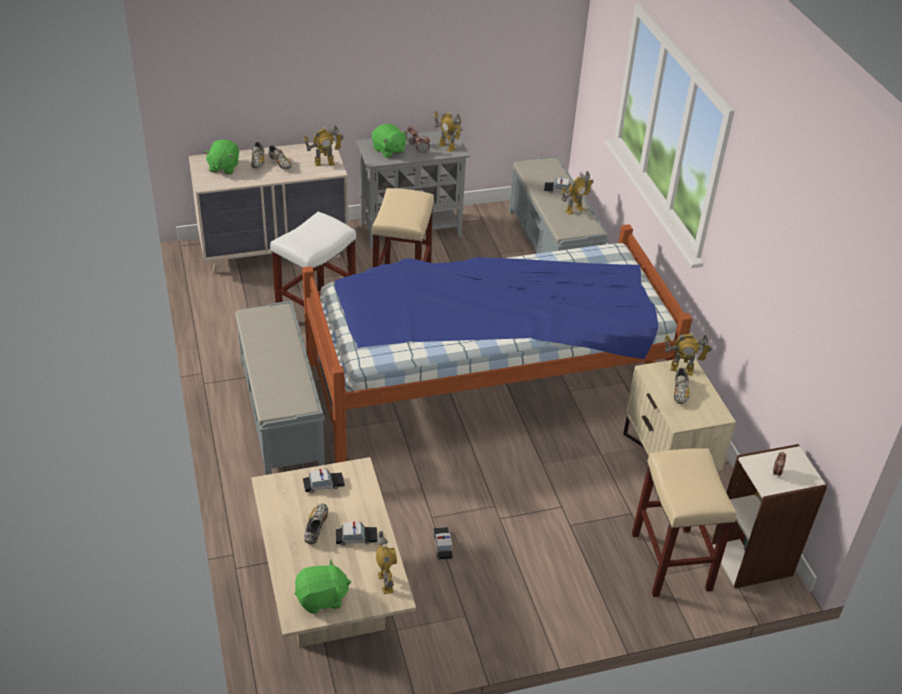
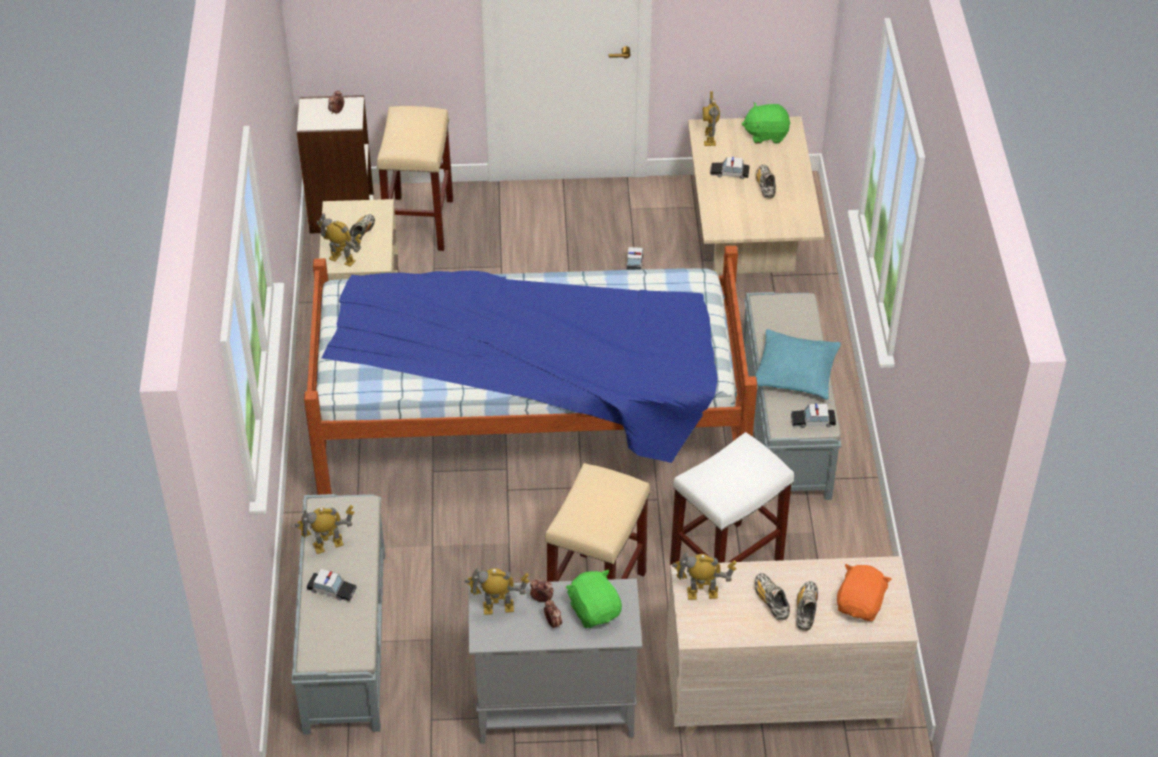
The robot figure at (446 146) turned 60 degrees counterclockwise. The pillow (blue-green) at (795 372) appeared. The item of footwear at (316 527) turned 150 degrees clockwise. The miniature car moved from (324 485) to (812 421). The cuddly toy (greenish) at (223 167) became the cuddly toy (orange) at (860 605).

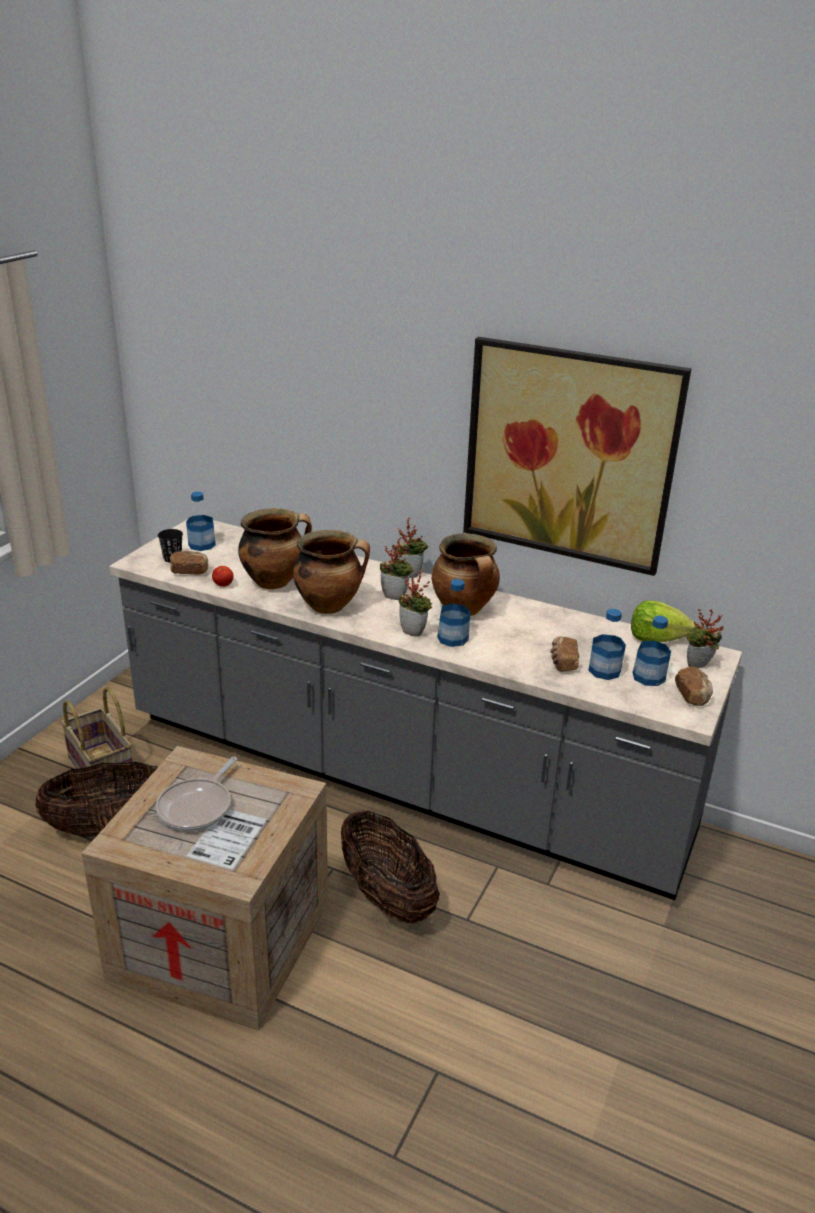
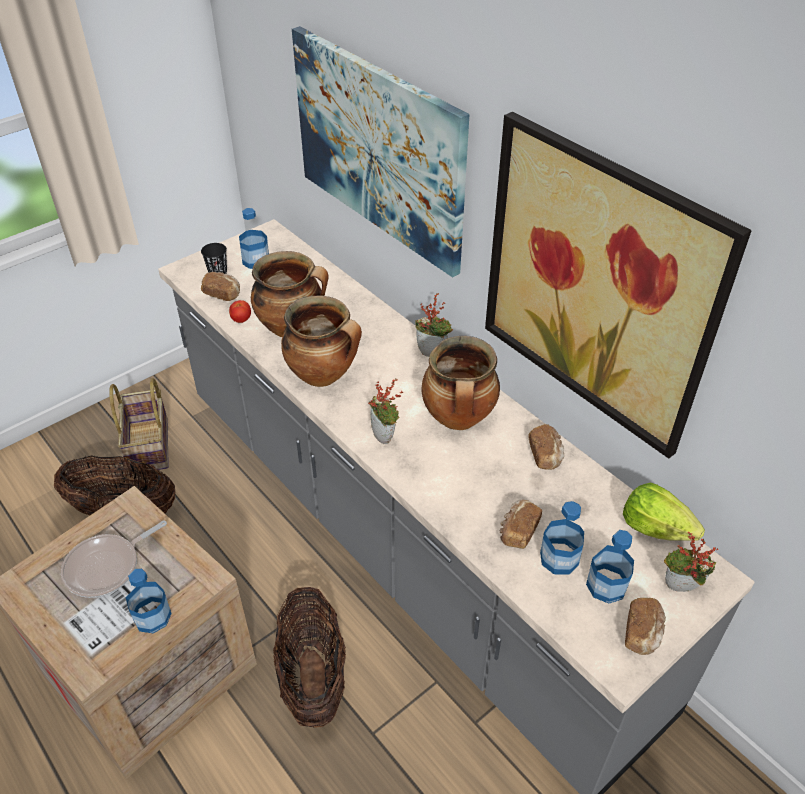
The bottle moved from (452 638) to (152 617). The wall art at (379 148) appeared. The bakery bread at (545 455) appeared. The potted plant at (396 596) disappeared.

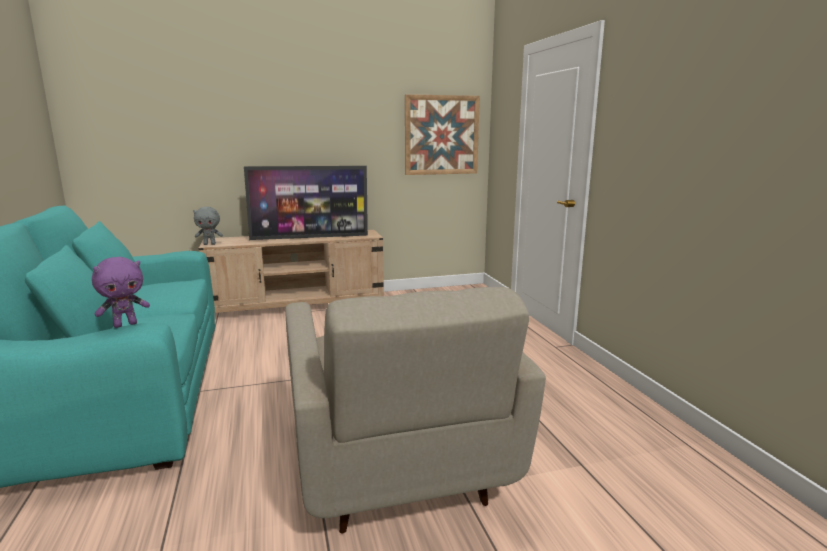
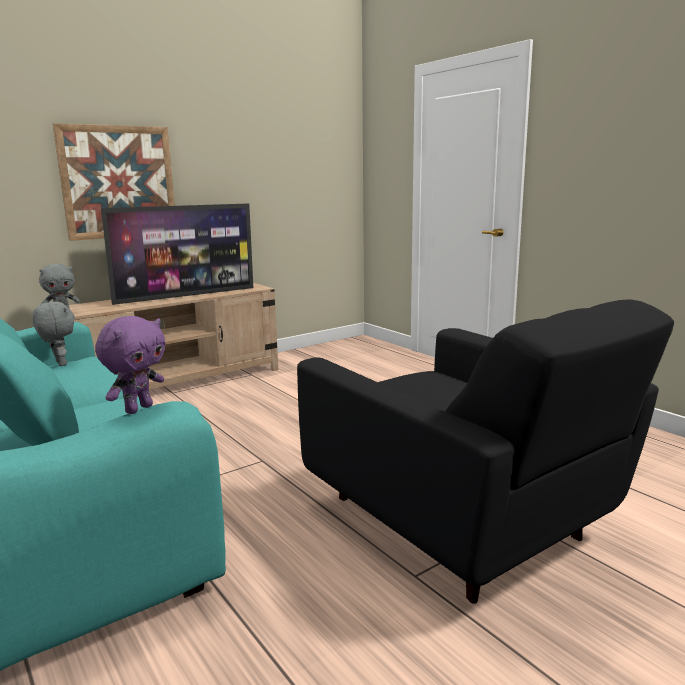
The cuddly toy (grey) at (59 364) appeared. The wall art moved from (441 135) to (118 182). The lounge chair (beige) at (397 467) became the lounge chair (black) at (463 527).

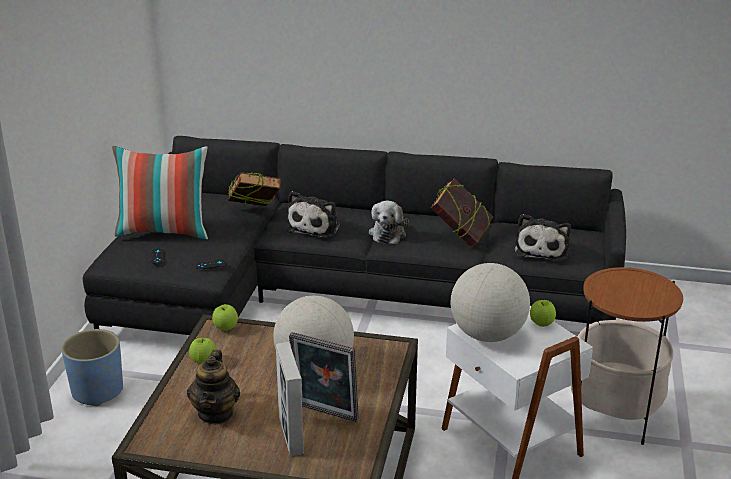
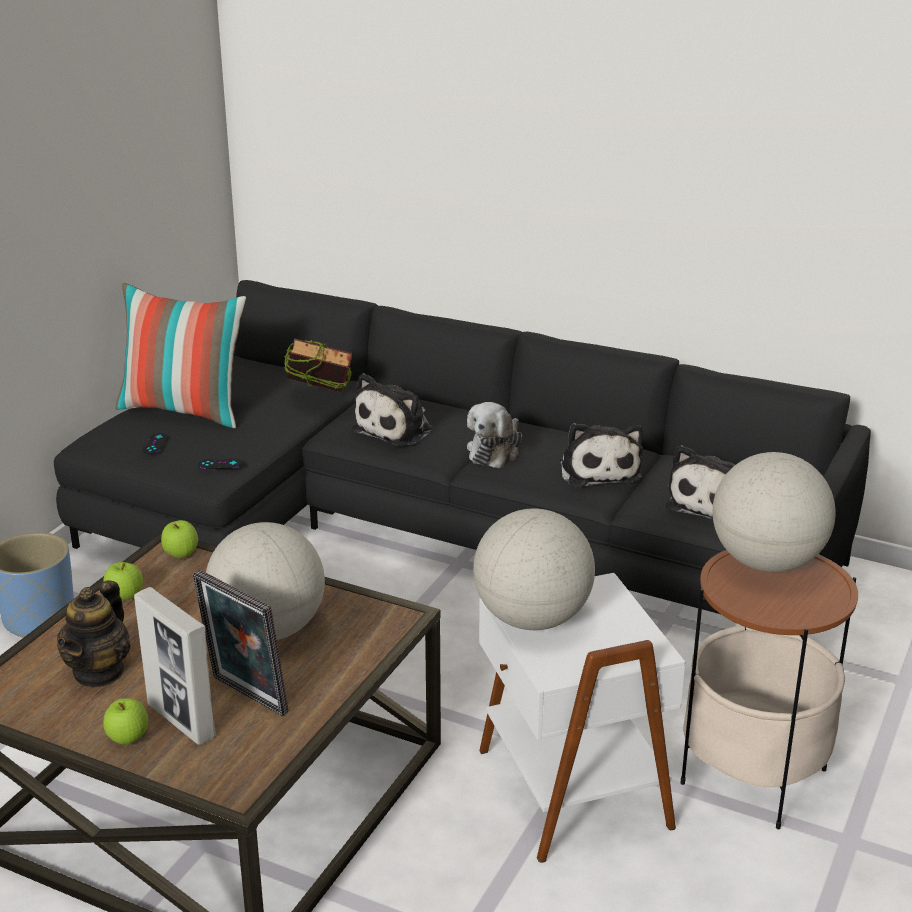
The whole apple moved from (541 324) to (128 738). The photo frame at (291 436) turned 45 degrees counterclockwise. The bound book at (460 237) was replaced by the cuddly toy at (598 470). The world globe at (766 562) appeared.

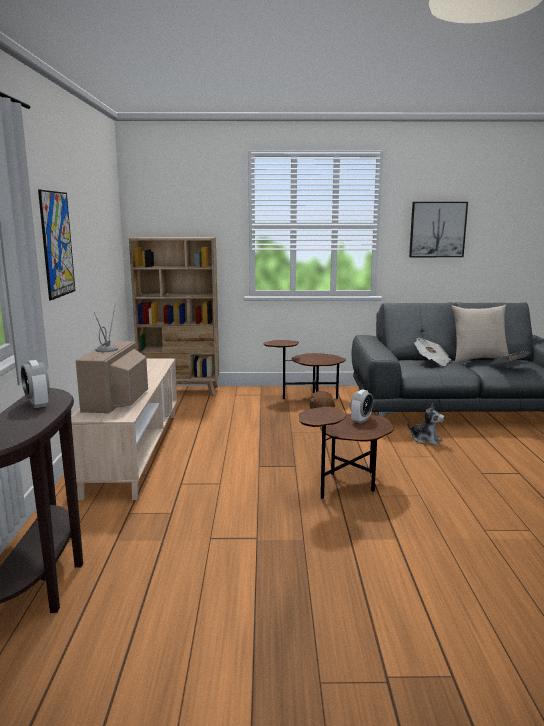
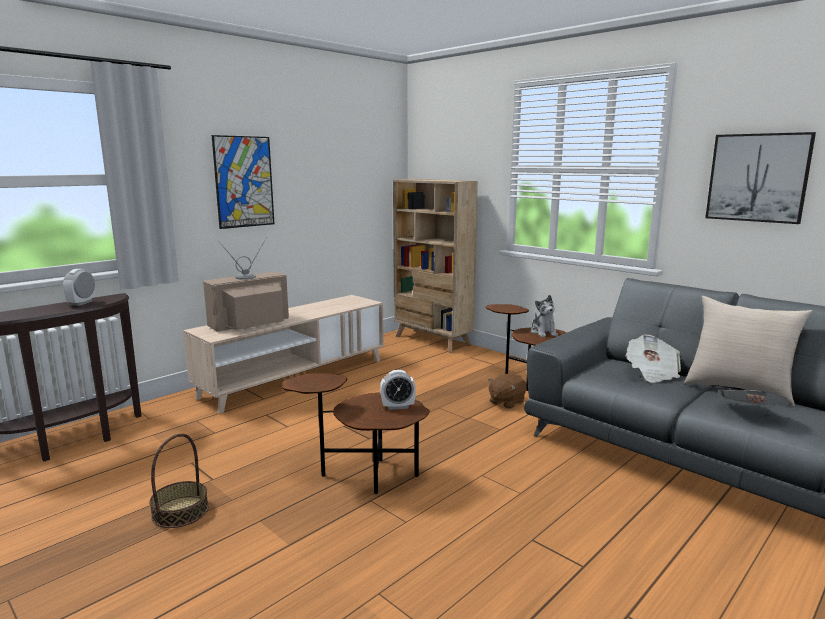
The storage basket at (180 511) appeared. The cuddly toy moved from (425 440) to (543 332).

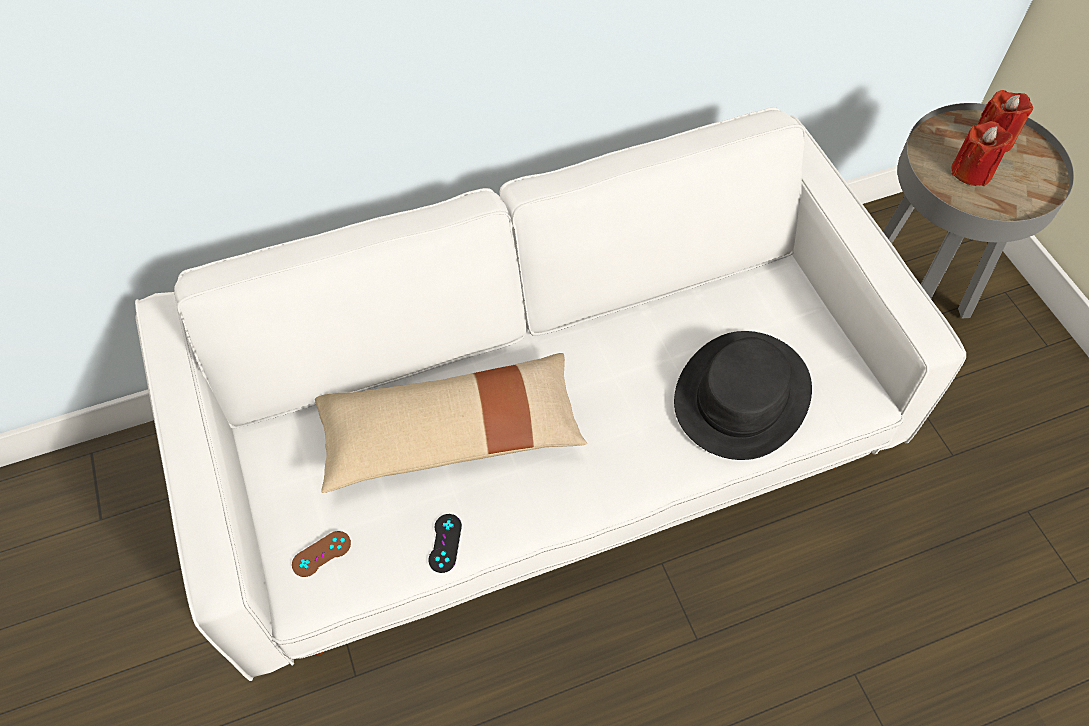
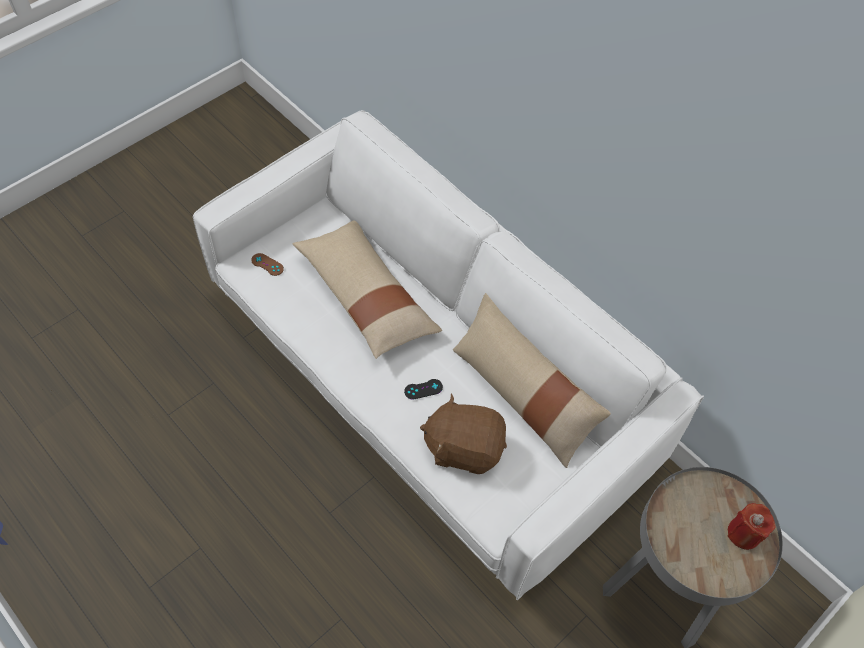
The game controller (black) moved from (445 543) to (423 389). The clothing hat (black) at (742 396) was replaced by the cuddly toy (brown) at (464 447). The pillow (beige) at (522 396) appeared. The candle (red) at (971 171) disappeared.

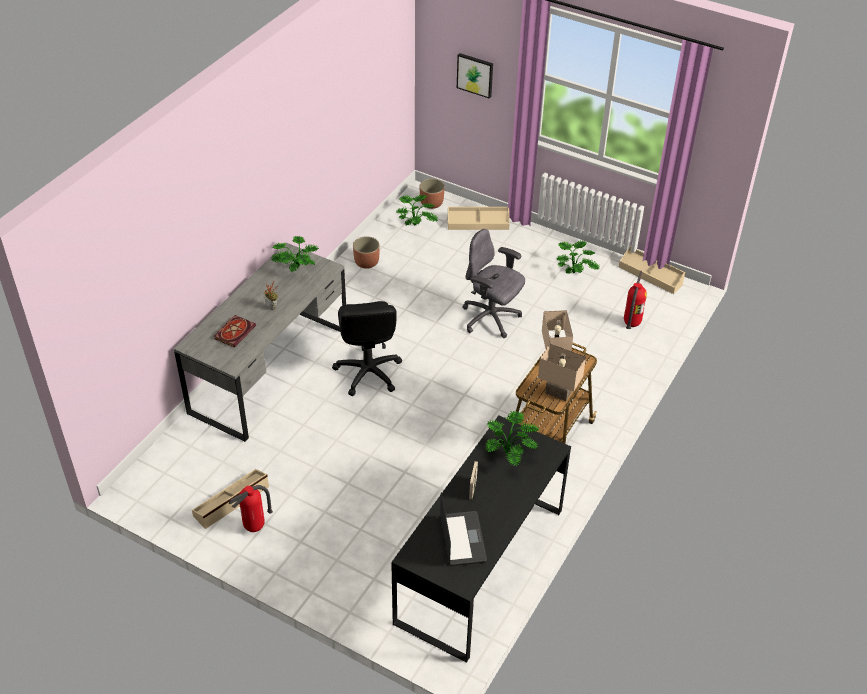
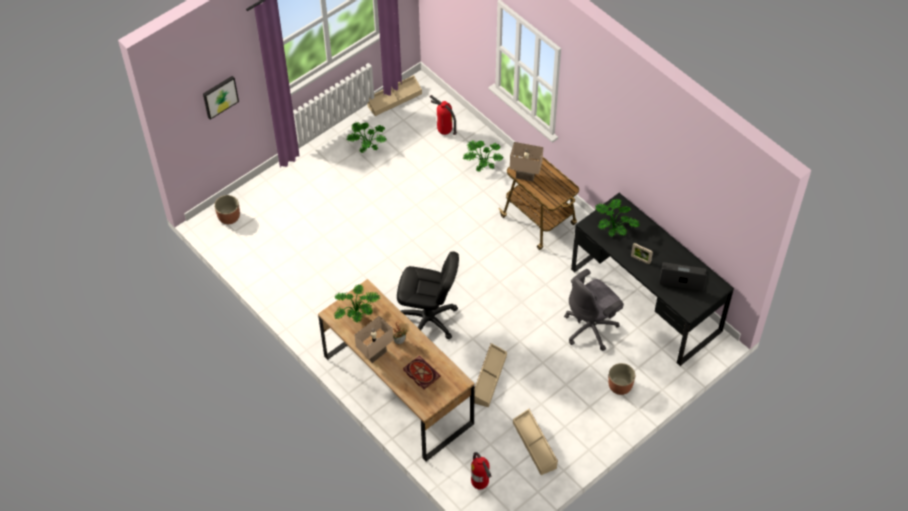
The desk (grey) at (270 371) became the desk (brown) at (398 389). The tabletop lamp (beige) moved from (557 393) to (376 354). The potted plant moved from (416 224) to (482 164). The fire extinguisher moved from (254 528) to (480 484). The storage box (beige) moved from (478 224) to (488 378). The desk chair (grey) moved from (491 319) to (591 328). The flower pot moved from (366 262) to (620 386).

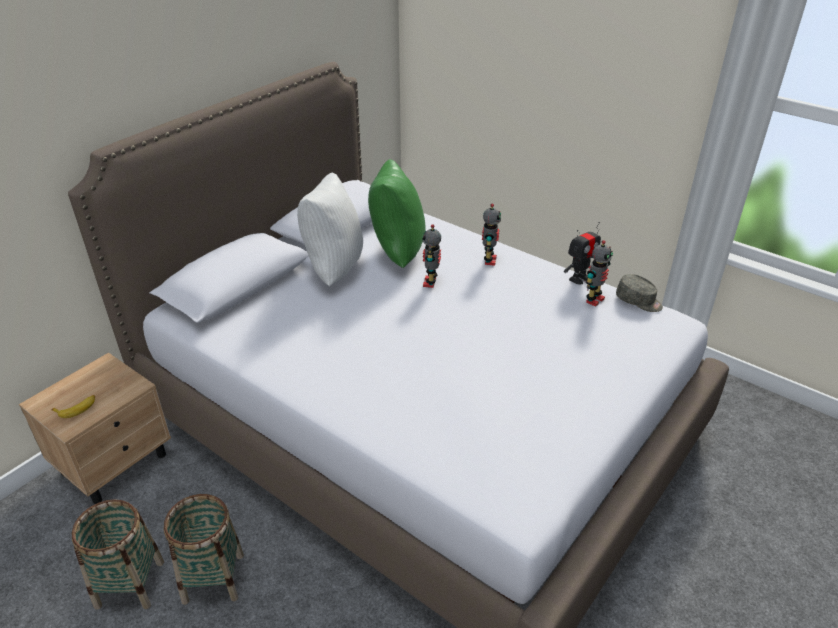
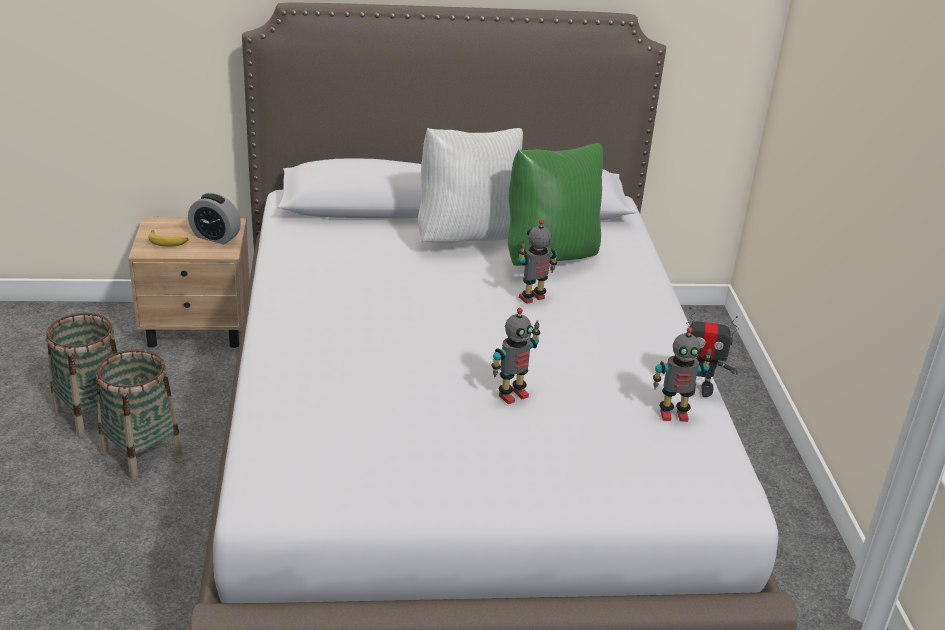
The bedside clock at (215 237) appeared. The robot figure moved from (489 260) to (512 395). The peaked cap (grey) at (638 301) disappeared.

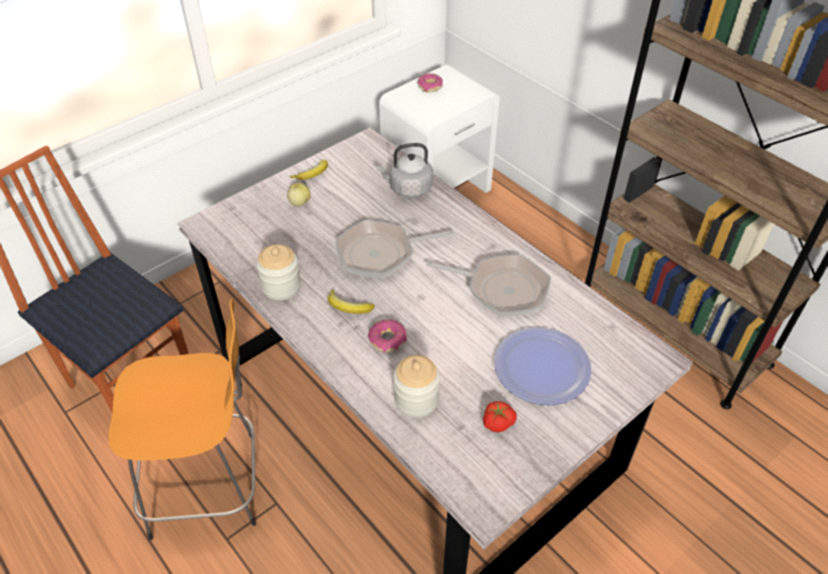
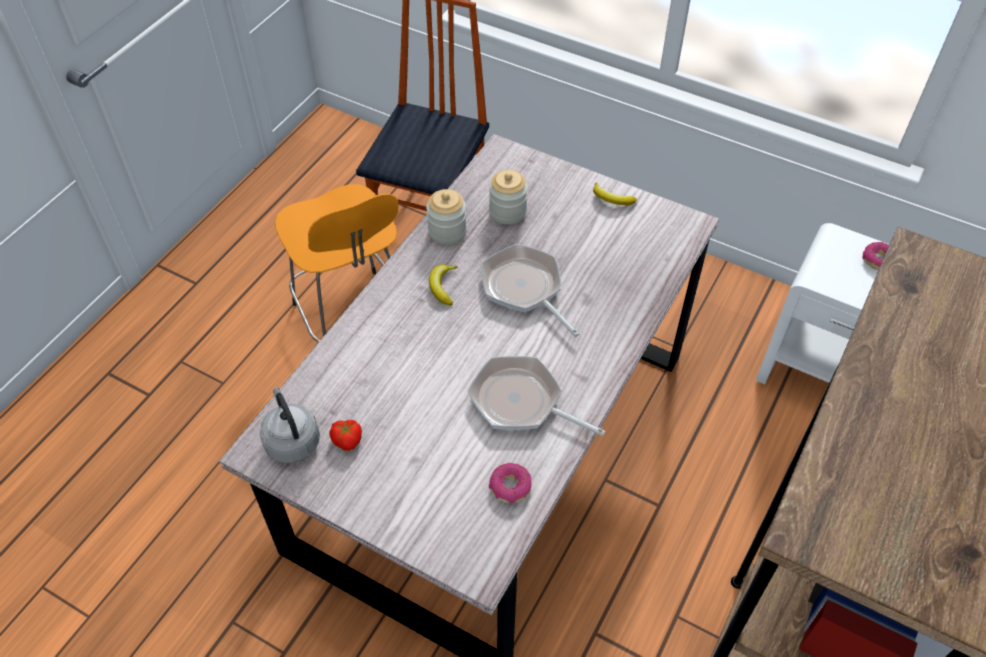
The tea kettle (grey) moved from (408 188) to (292 440). The skillet at (502 289) turned 120 degrees clockwise. The preserve jar moved from (416 400) to (507 211). The donut moved from (387 340) to (510 487). The whole apple at (299 203) disappeared. The plate at (542 367) disappeared.

